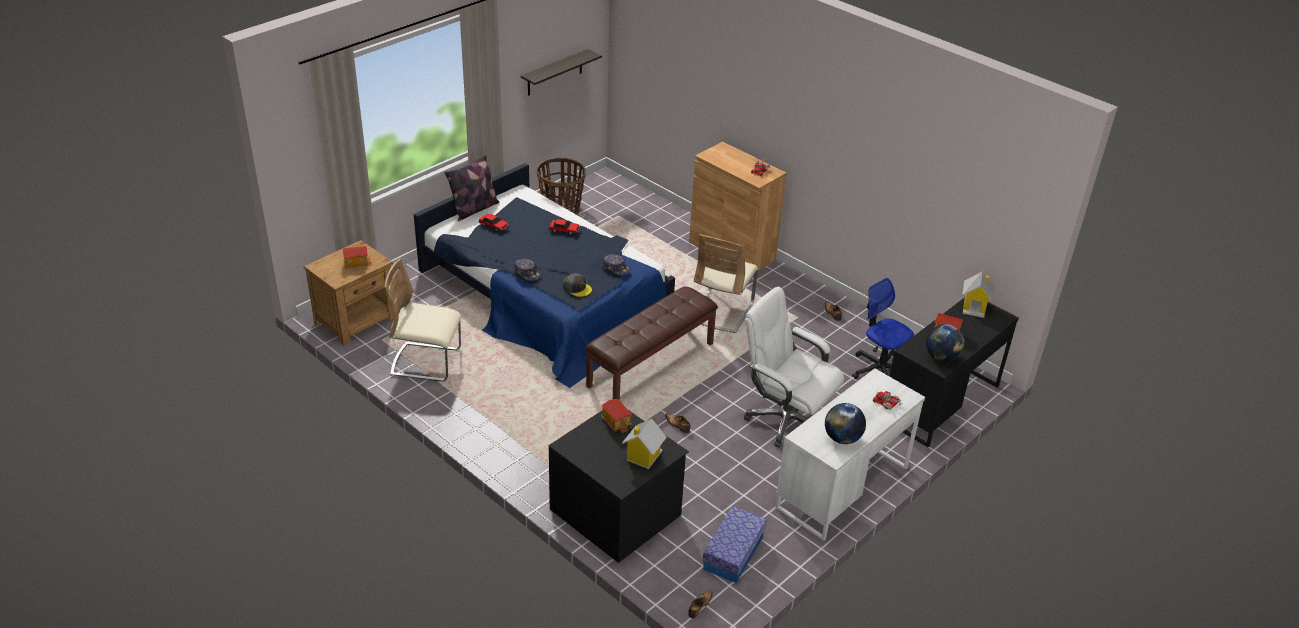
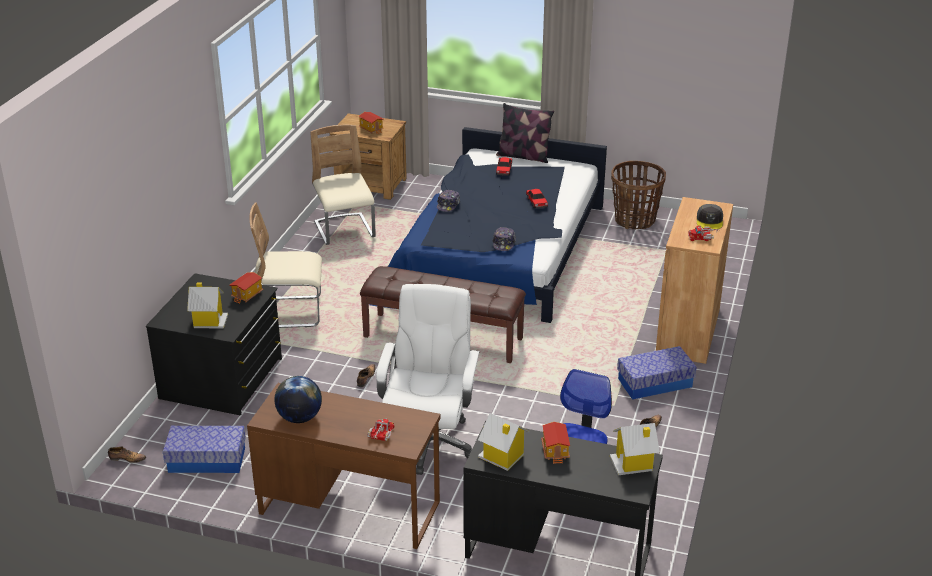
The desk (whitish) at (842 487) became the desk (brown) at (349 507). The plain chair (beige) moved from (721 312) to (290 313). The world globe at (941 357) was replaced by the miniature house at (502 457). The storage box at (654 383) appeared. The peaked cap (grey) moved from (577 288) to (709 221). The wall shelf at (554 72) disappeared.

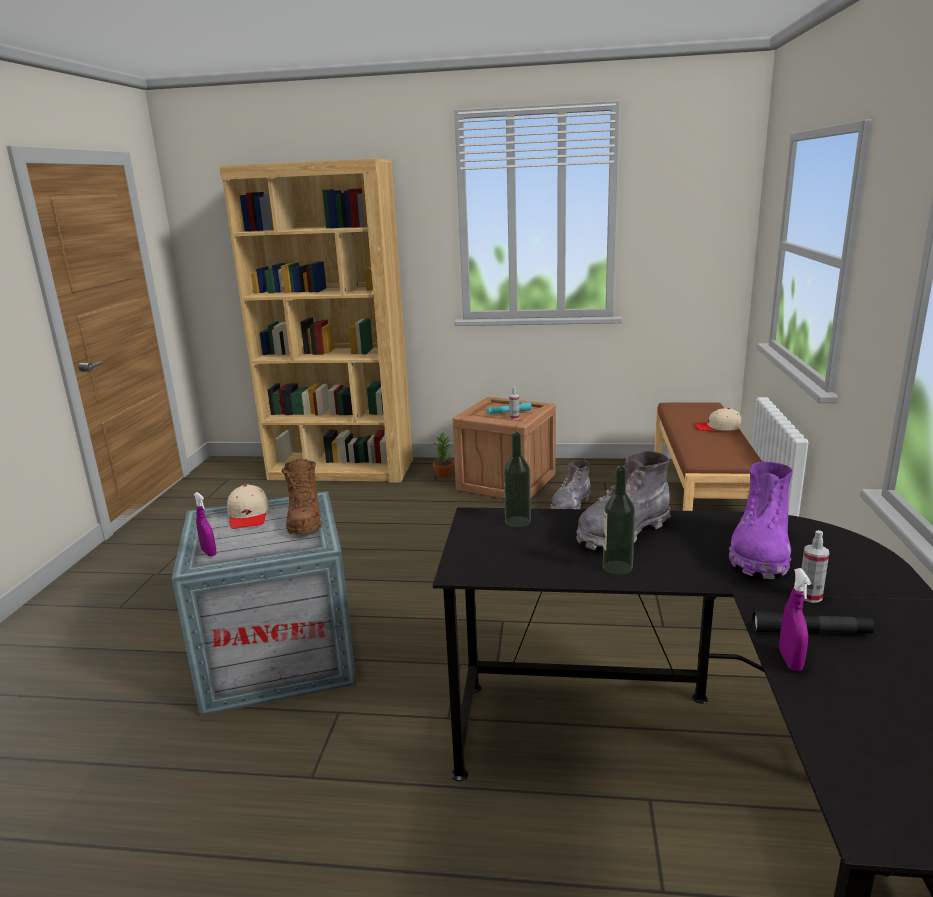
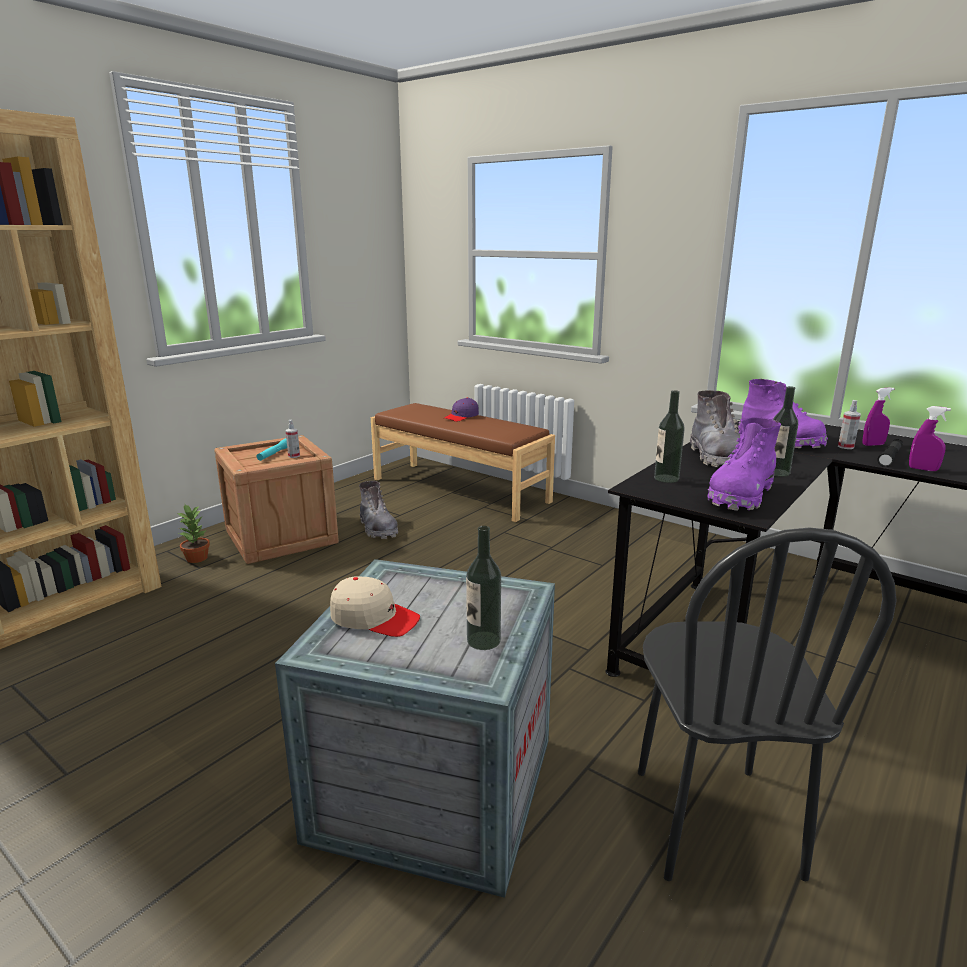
The peaked cap (beige) at (717 427) became the peaked cap (purplish) at (461 416). The bottle at (483 640) appeared. The plain chair (black) at (713 821) appeared. The boot (purplish) at (741 495) appeared. The sprayer (purplish) moved from (209 552) to (873 445). The boot (brown) at (305 520) disappeared.

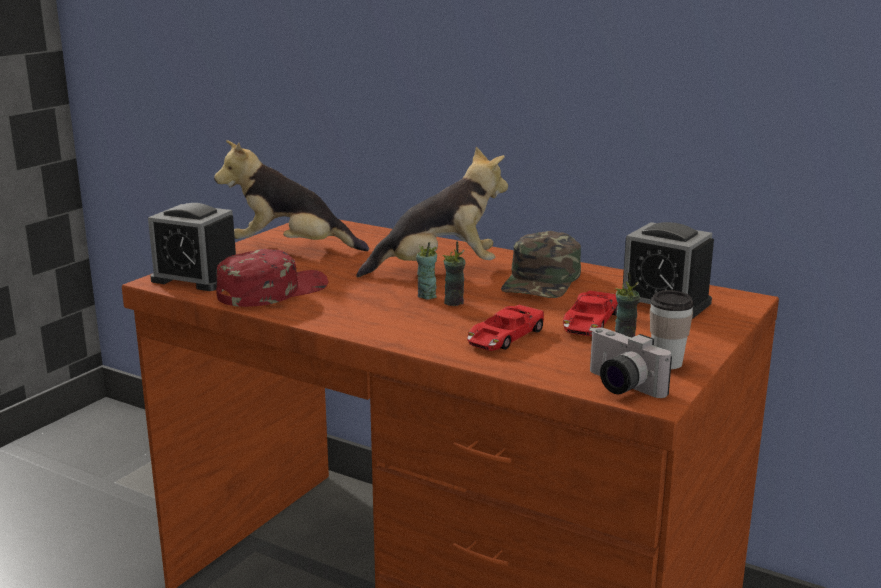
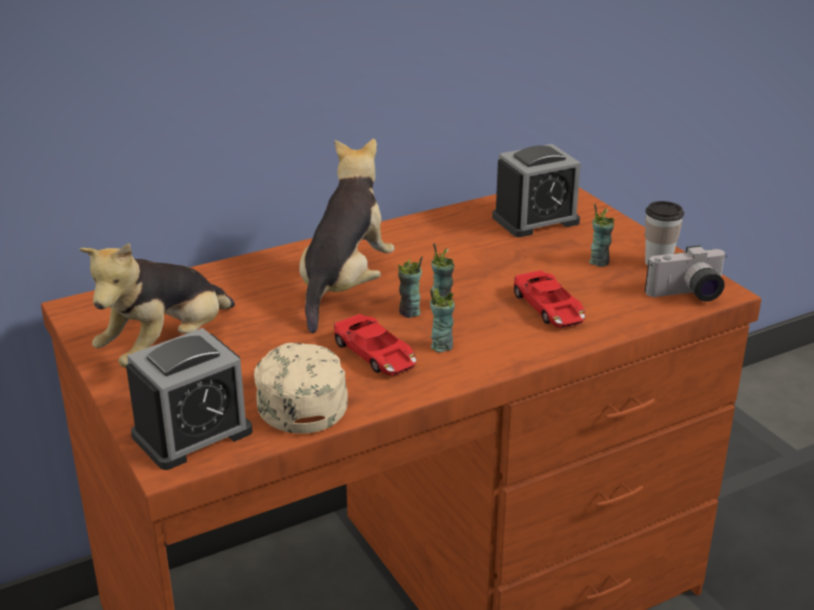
The peaked cap (red) at (272 290) became the peaked cap (beige) at (297 393). The miniature car (red) moved from (589 322) to (376 354). The small cup at (441 346) appeared. The peaked cap (greenish) at (542 280) disappeared.

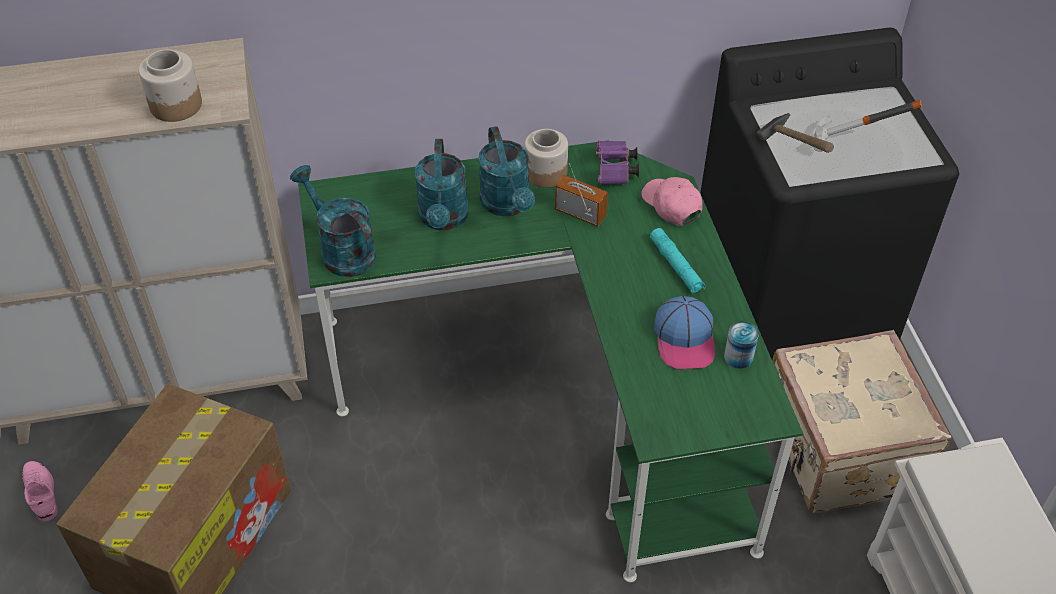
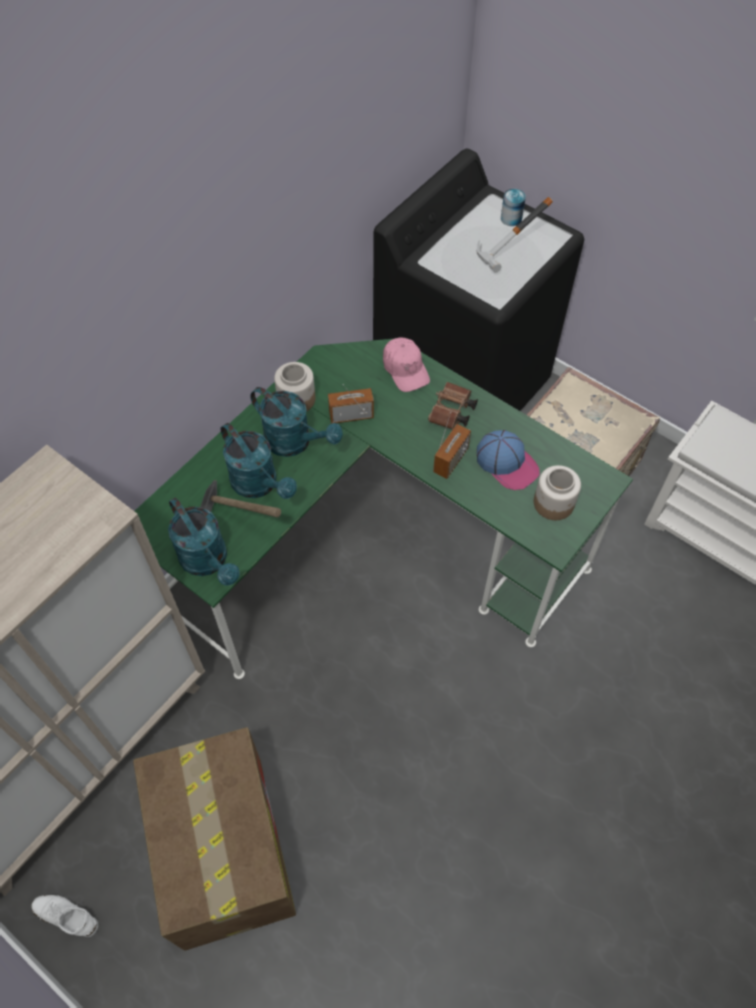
The item of footwear (pinkish) at (41 492) became the item of footwear (whitish) at (66 915). The sprinkling can (blue-green) at (341 250) turned 135 degrees counterclockwise. The hammer moved from (791 161) to (241 519). The peaked cap (pinkish) at (671 205) turned 135 degrees counterclockwise. The torch (blue-green) at (676 266) was replaced by the binoculars (brown) at (451 413). The radio set at (451 460) appeared. The sealed can moved from (738 357) to (511 218). The preserve jar moved from (176 105) to (554 503). The binoculars (purplish) at (615 171) disappeared.

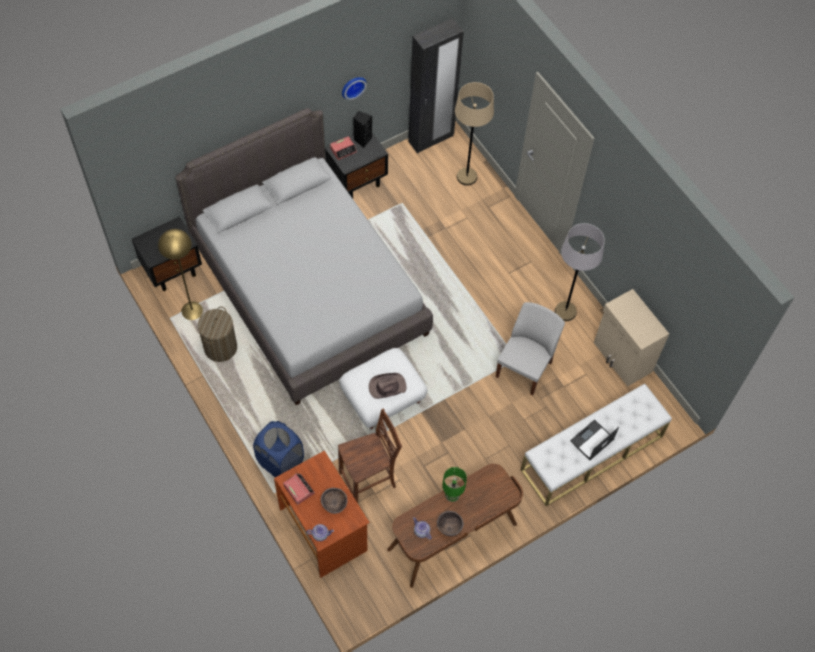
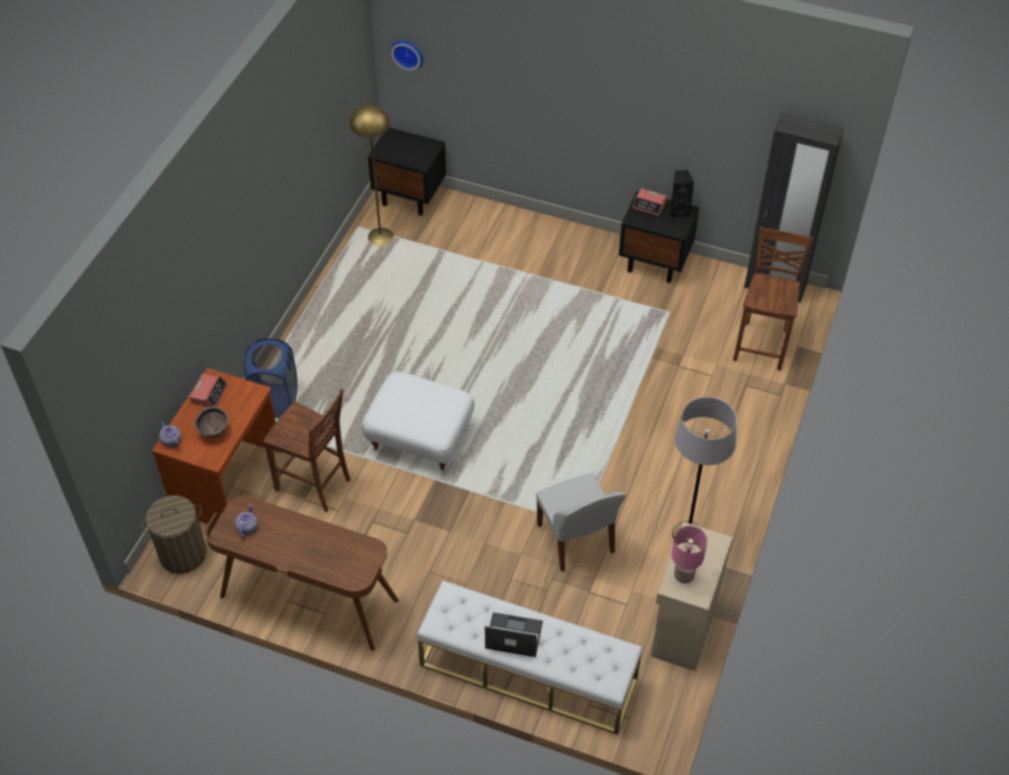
The washing basket moved from (220 347) to (183 554). The wall clock moved from (352 86) to (408 53). The plain chair (whitish) at (524 368) turned 75 degrees clockwise. The tabletop lamp (pinkish) at (684 576) appeared. The floor lamp (beige) at (466 177) was replaced by the plain chair (brown) at (762 344). The bed (grey) at (309 288) disappeared. The clothing hat (brown) at (387 386) disappeared. The bowl (brown) at (449 528) disappeared. The tabletop lamp (greenish) at (452 496) disappeared.

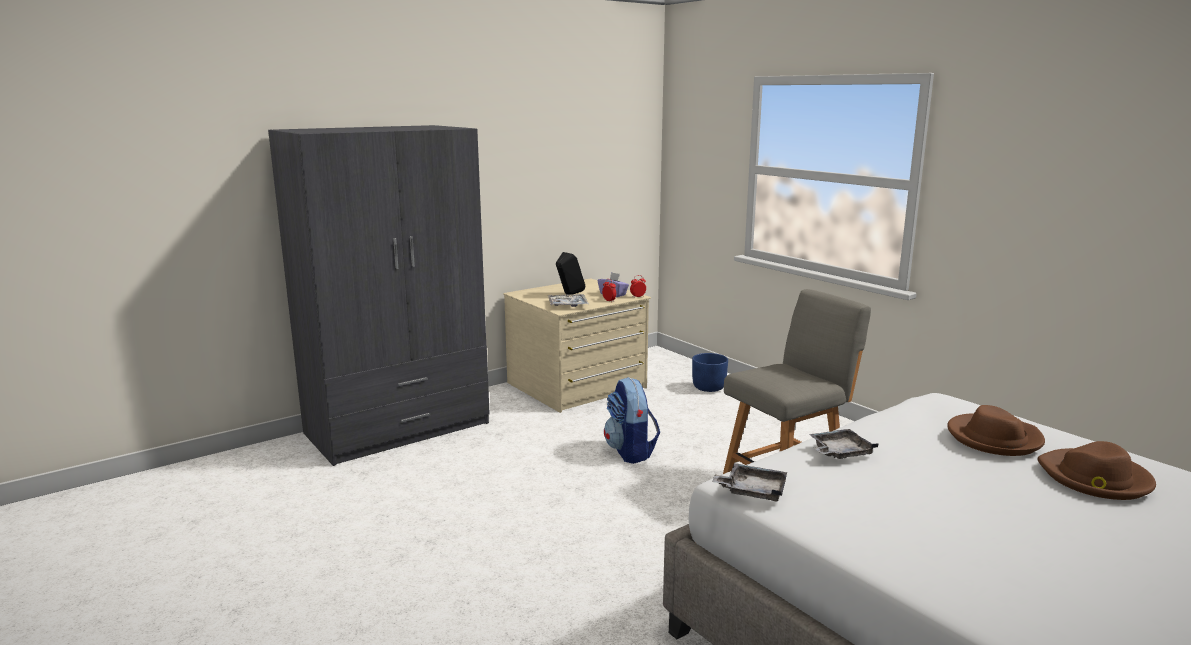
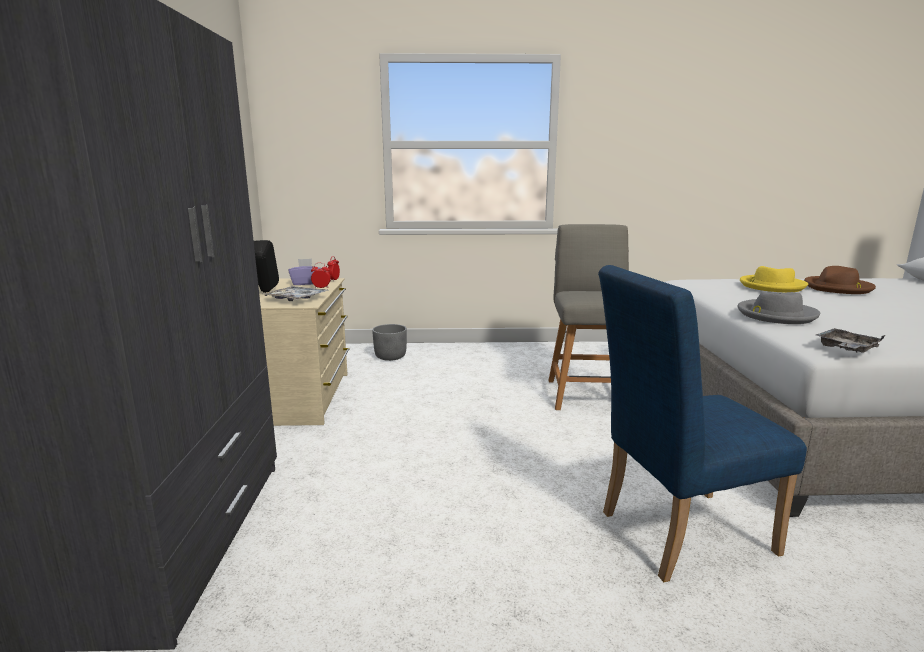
The flower pot (blue) at (708 387) became the flower pot (grey) at (390 357). The plain chair (blue) at (675 533) appeared. The tray (grey) at (839 452) was replaced by the clothing hat (grey) at (775 315). The clothing hat (brown) at (994 438) became the clothing hat (yellow) at (771 286). The rucksack at (630 452) disappeared.

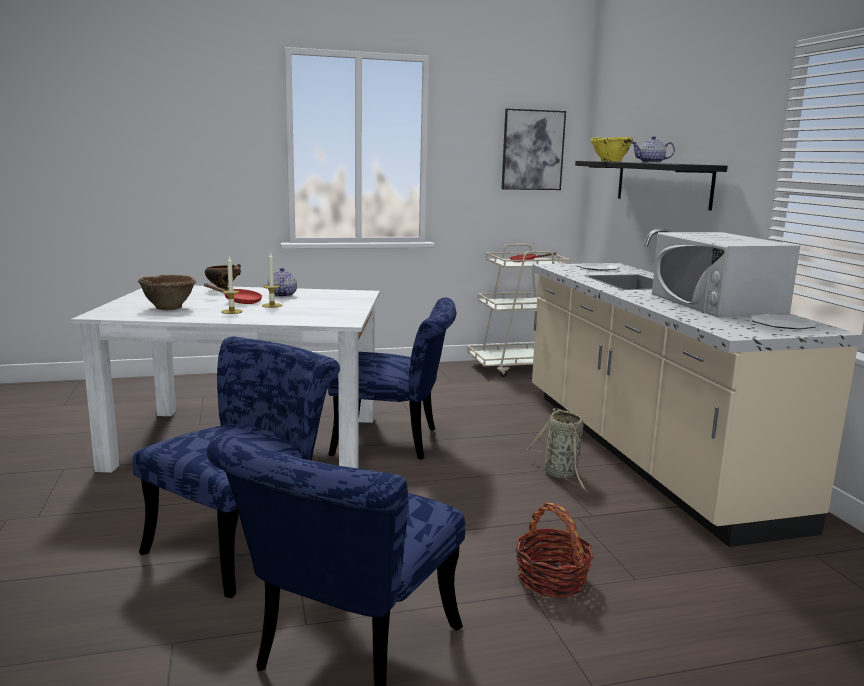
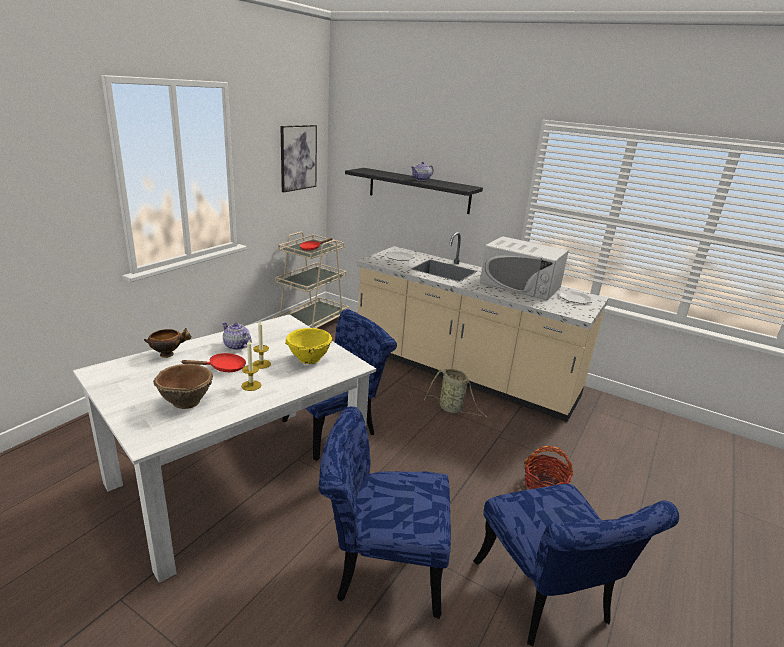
The bowl (yellow) moved from (609 161) to (308 359). The plain chair (blue) at (244 541) turned 75 degrees counterclockwise.

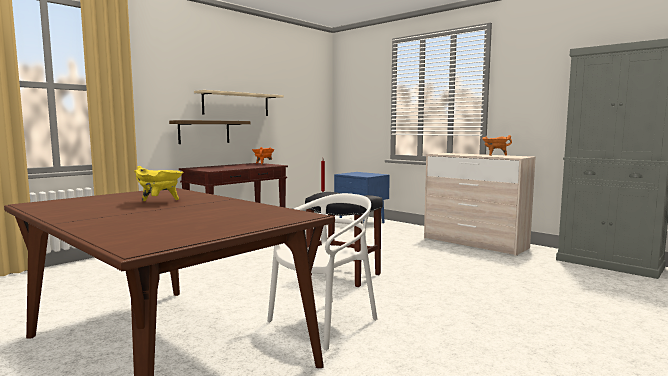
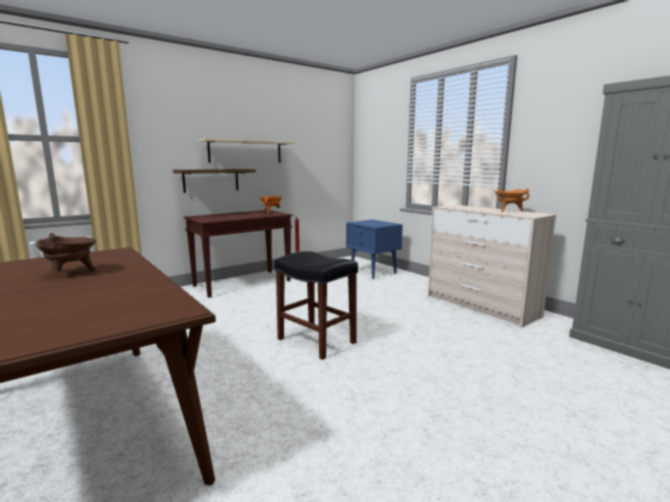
The cooking pot (yellow) at (159 202) became the cooking pot (brown) at (71 273). The plain chair (whitish) at (324 322) disappeared.

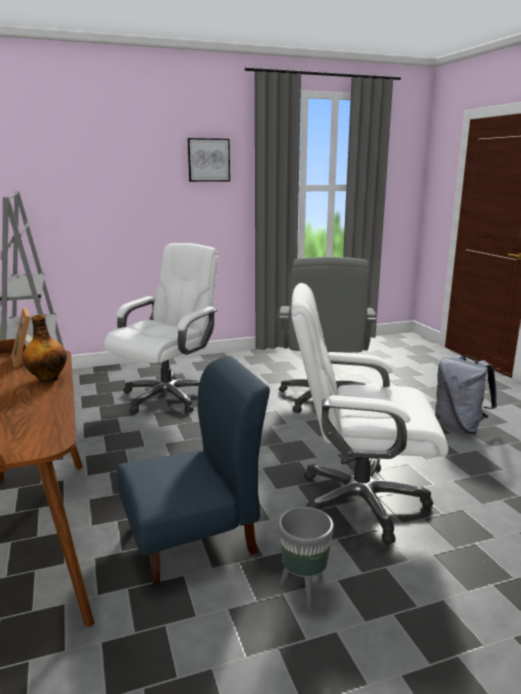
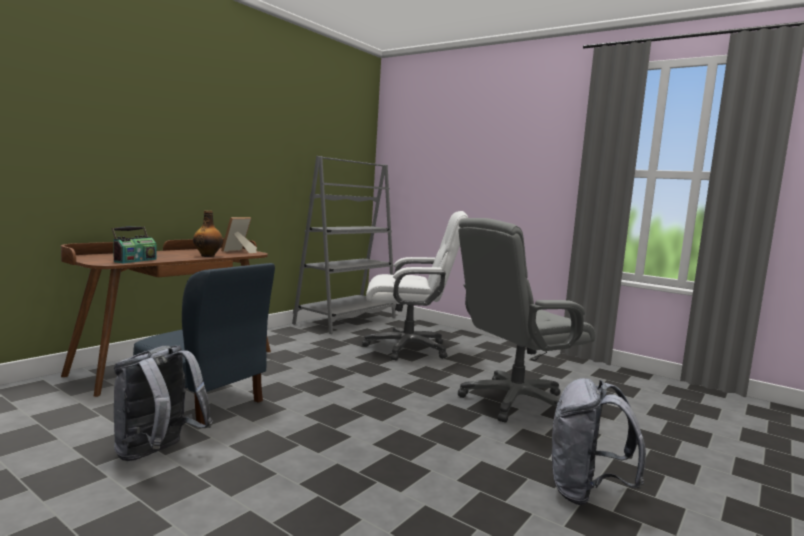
The radio set at (134 260) appeared. The flower pot (grey) at (304 591) was replaced by the rucksack (grey) at (157 454). The wall art at (208 160) disappeared. The desk chair (whitish) at (359 501) disappeared.

